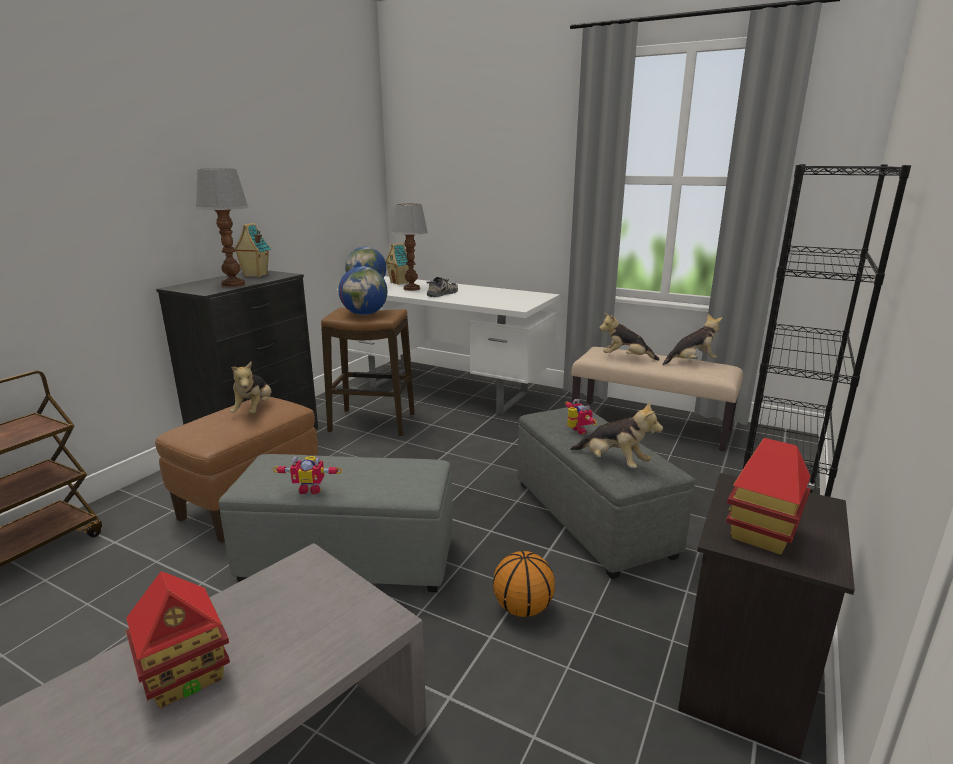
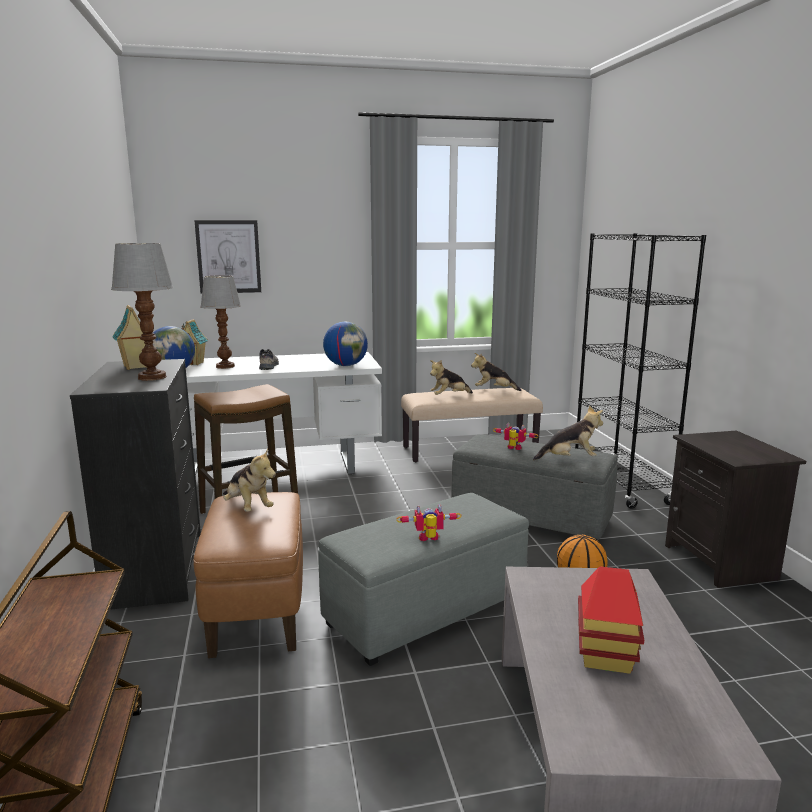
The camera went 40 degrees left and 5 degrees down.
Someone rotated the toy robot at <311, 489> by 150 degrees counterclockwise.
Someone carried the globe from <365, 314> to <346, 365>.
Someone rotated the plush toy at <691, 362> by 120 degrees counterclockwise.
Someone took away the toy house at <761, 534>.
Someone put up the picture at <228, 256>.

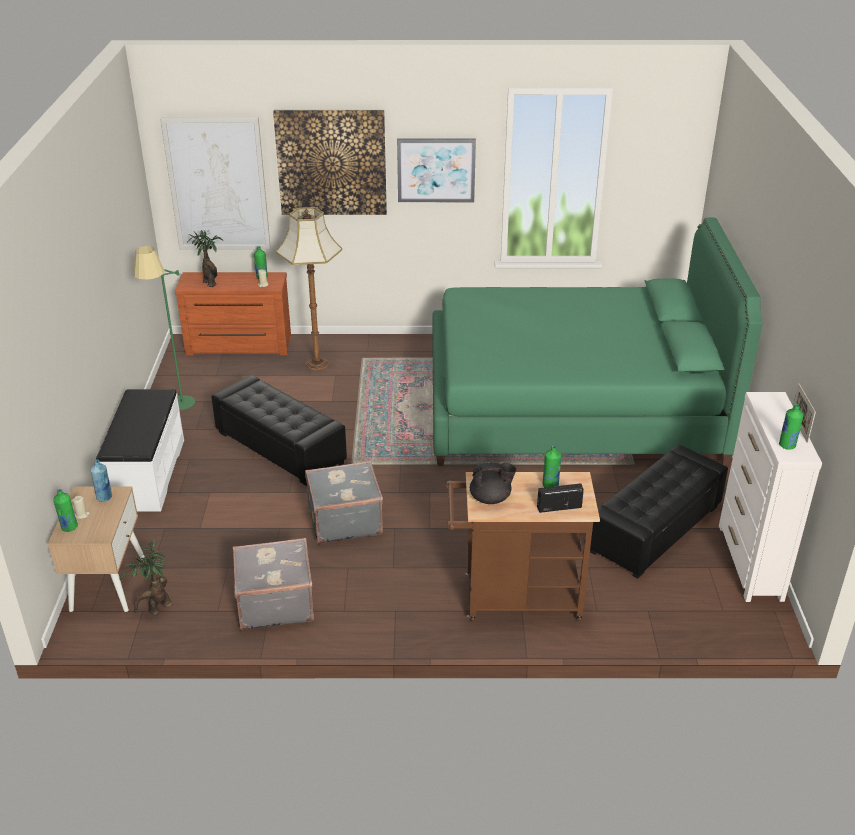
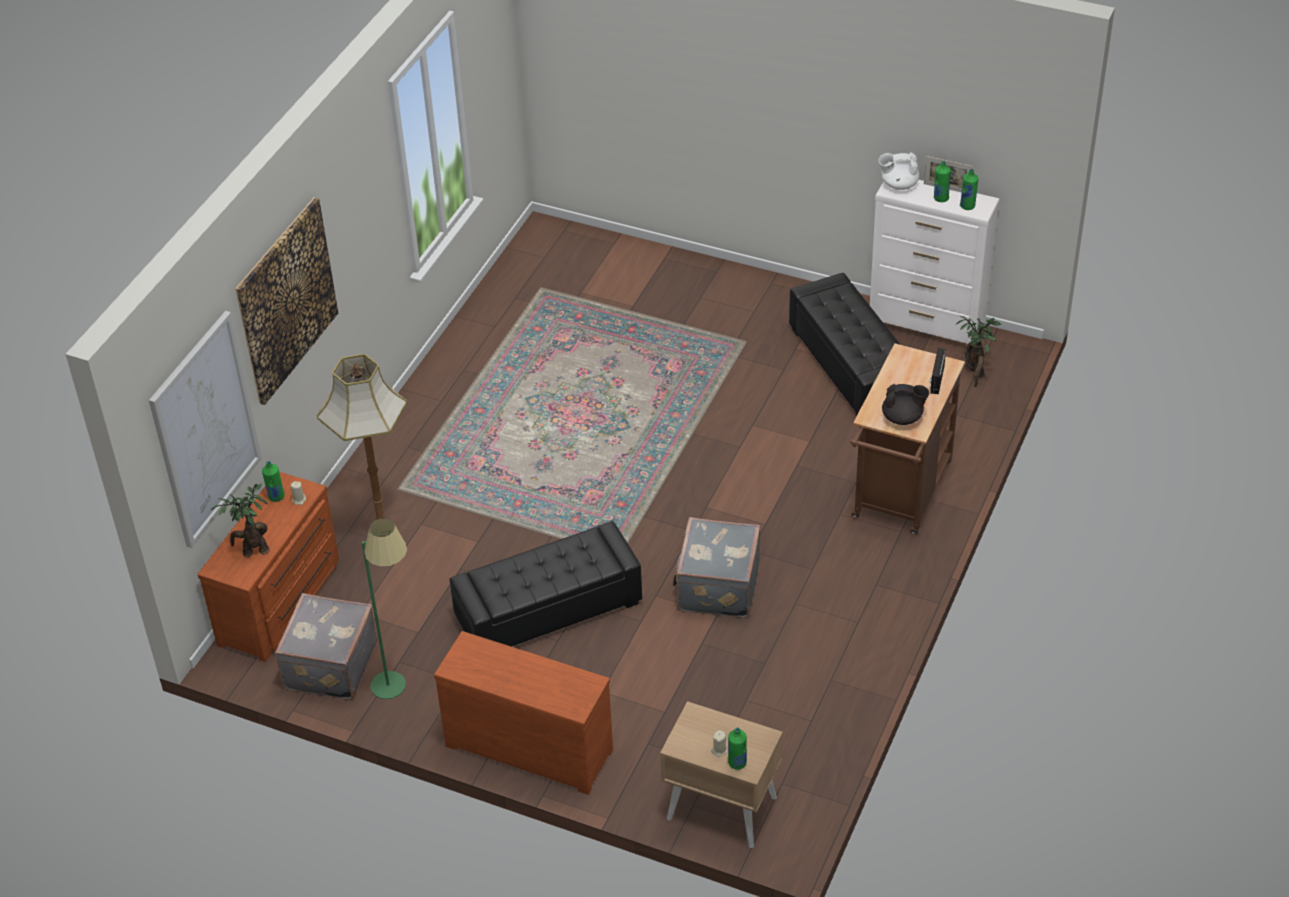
The camera went 65 degrees left and 10 degrees up.
Someone took away the blue bottle at <104, 497>.
Someone swapped the white bench at <146, 474> for the brown dresser at <530, 745>.
Someone carried the potted plant from <156, 608> to <975, 373>.
Someone carried the grey suitcase from <274, 602> to <328, 666>.
Someone took away the picture at <436, 170>.
Someone took away the green bed at <571, 407>.
Someone rotated the black teapot at <491, 498> by 75 degrees clockwise.
Someone carried the green bottle from <550, 485> to <941, 198>.
Someone put down the white teapot at <898, 184>.

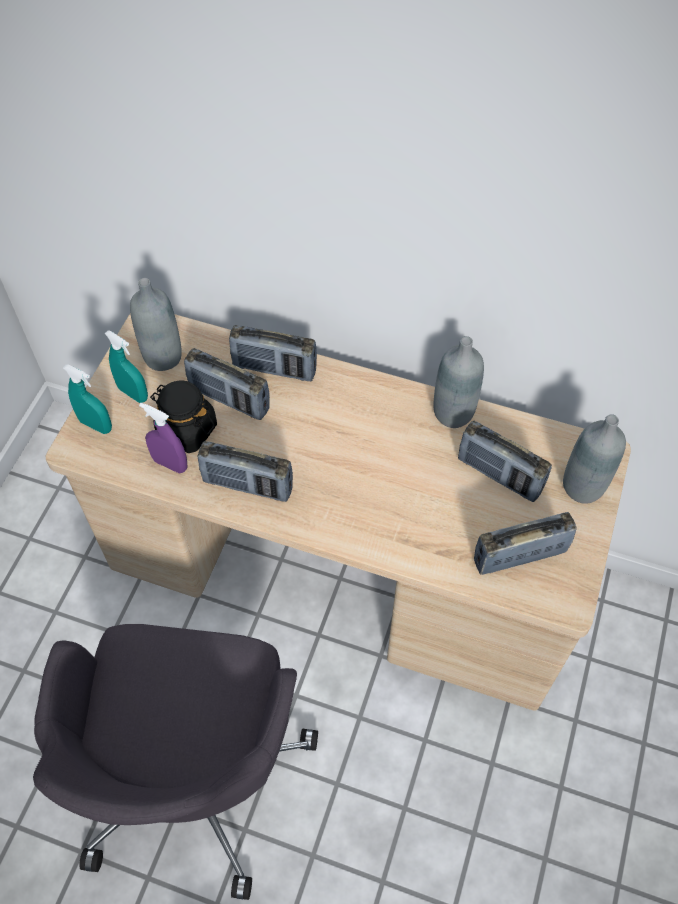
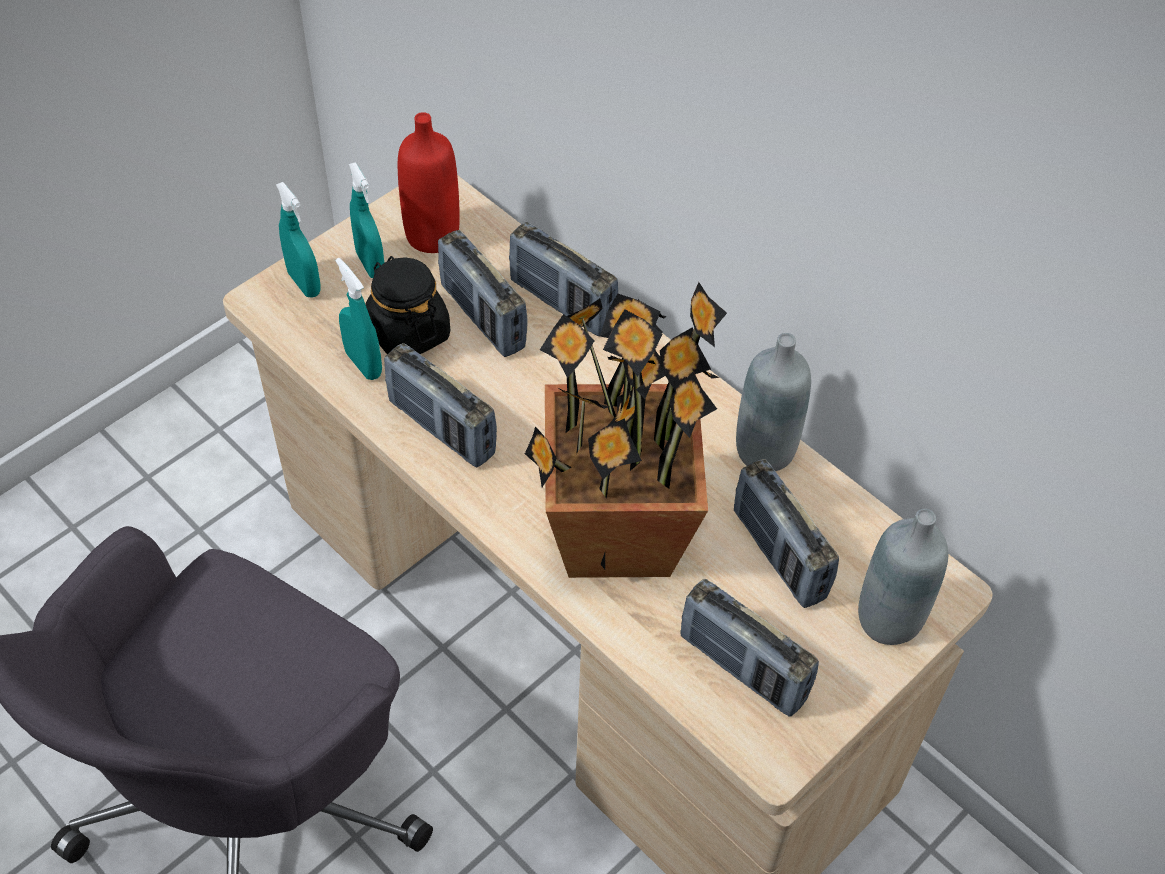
The camera went 25 degrees right and 5 degrees down.
Someone repainted the grey bottle at <163, 357>, which became the red bottle at <432, 236>.
Someone repainted the purple spray bottle at <170, 464>, which became the turquoise spray bottle at <363, 364>.
Someone rotated the radio at <519, 556> by 150 degrees counterclockwise.
Someone put down the potted plant at <616, 532>.

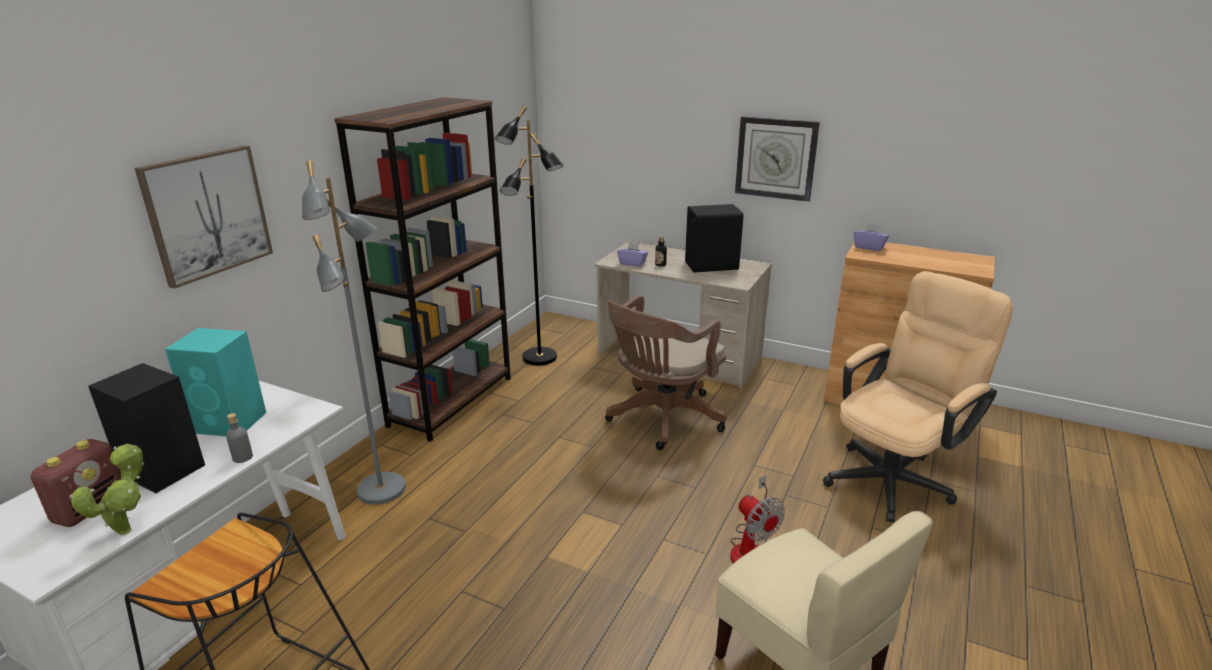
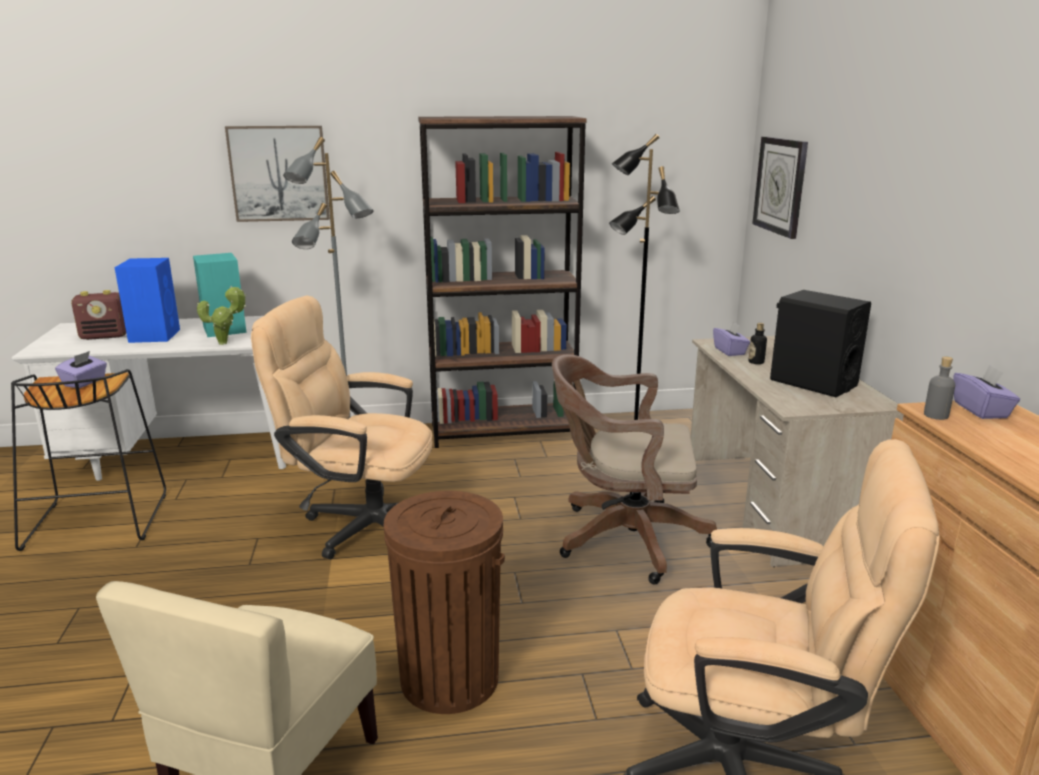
The camera went 55 degrees right and 5 degrees down.
Someone carried the potted plant from <128, 528> to <226, 343>.
Someone repainted the black speaker at <162, 470>, which became the blue speaker at <155, 335>.
Someone carried the grey bottle from <242, 457> to <936, 415>.
Someone swapped the fan at <751, 548> for the brown trash can at <450, 678>.
Someone carried the wall clock from <776, 158> to <780, 185>.
Someone put down the purple tissue box at <85, 382>.
Someone put down the beige office chair at <361, 524>.

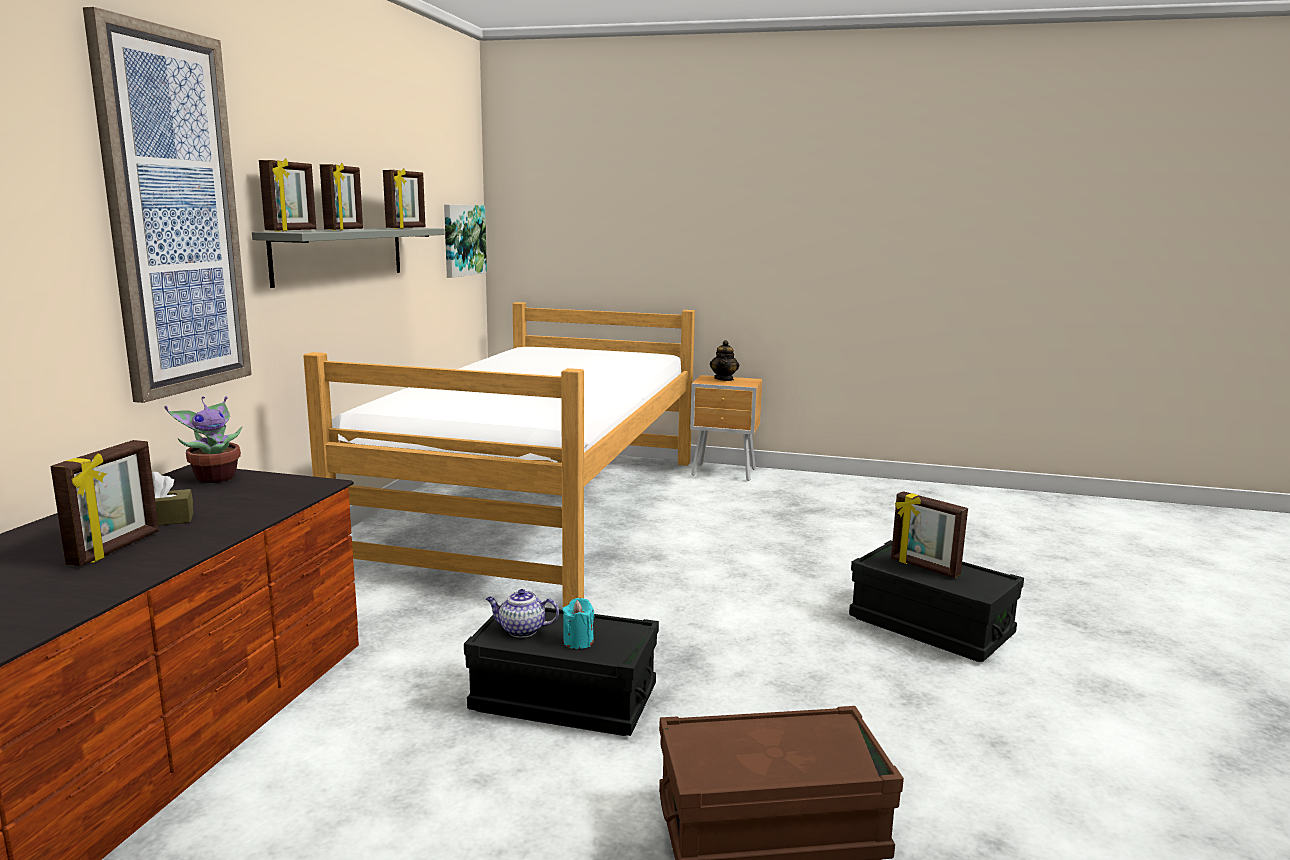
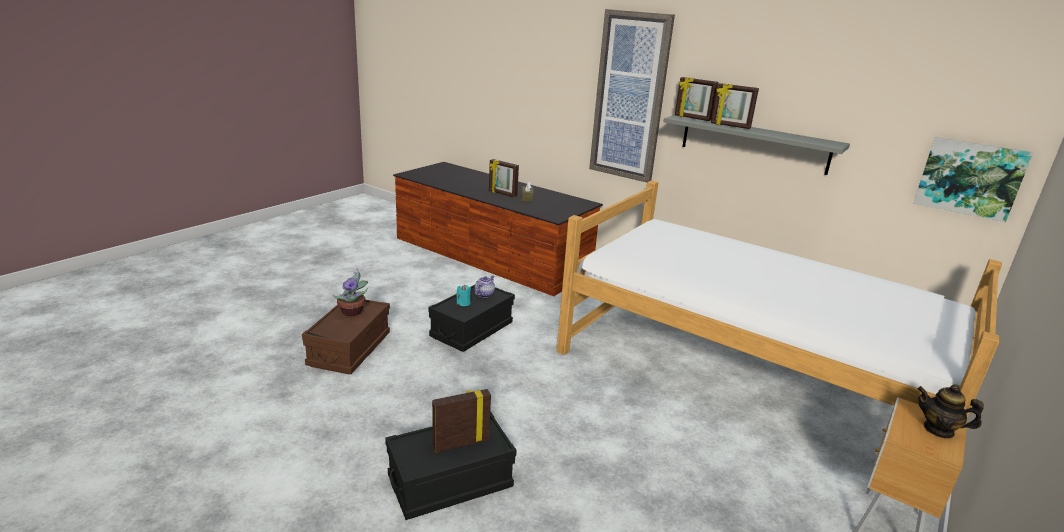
The camera went 110 degrees right and 10 degrees up.
Someone carried the potted plant from <215, 477> to <353, 312>.
Someone took away the picture frame at <407, 228>.

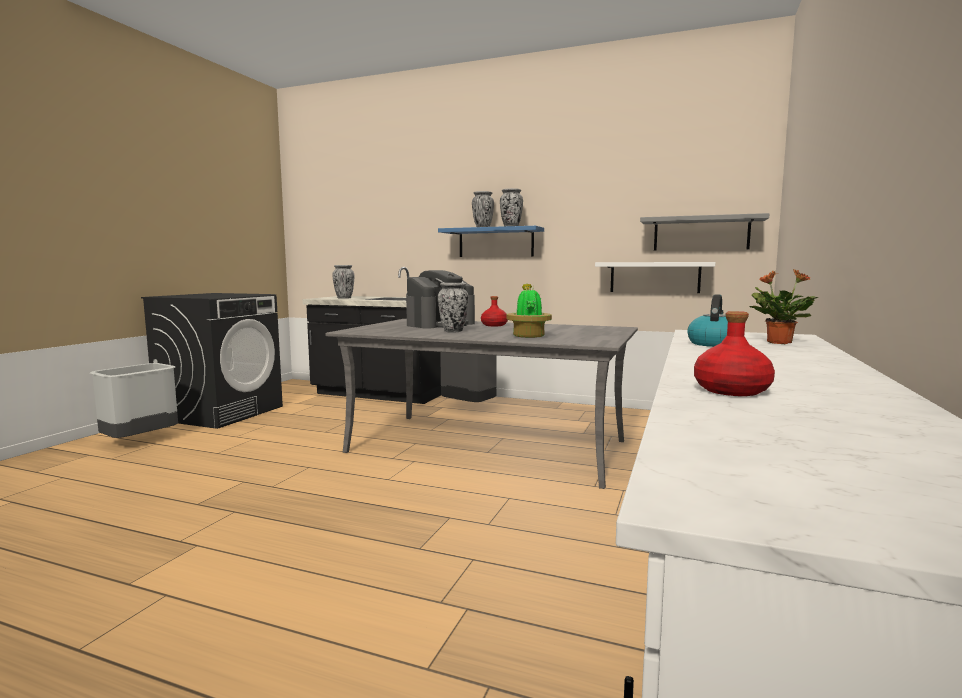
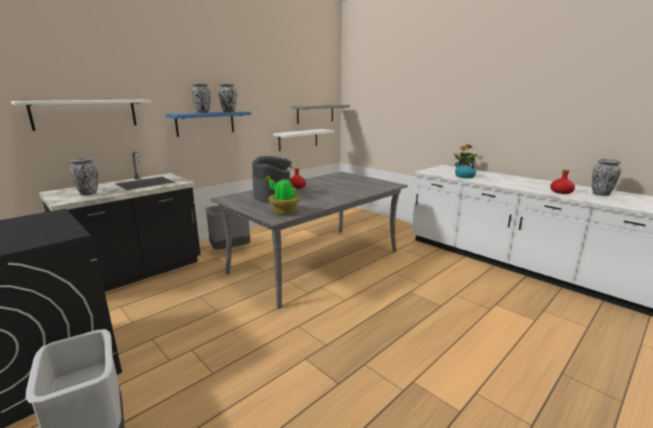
The camera went 65 degrees left and 10 degrees up.
Someone carried the vase from <453, 331> to <600, 194>.
Someone carried the potted plant from <528, 336> to <283, 212>.
Someone put up the white shelf at <85, 114>.

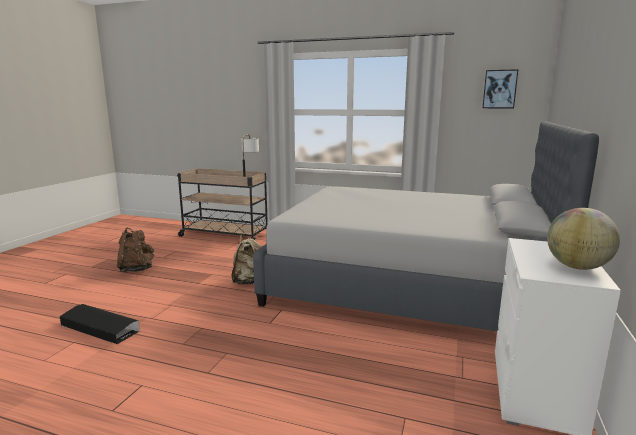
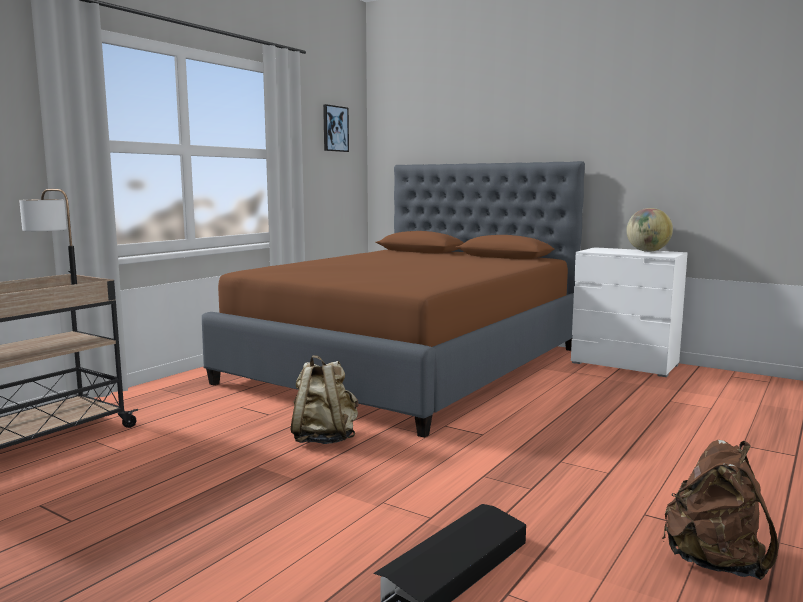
The camera went 75 degrees left and 5 degrees down.
Someone carried the brown backpack from <137, 269> to <715, 562>.
Someone repainted the grey bed at <407, 285>, which became the brown bed at <409, 365>.

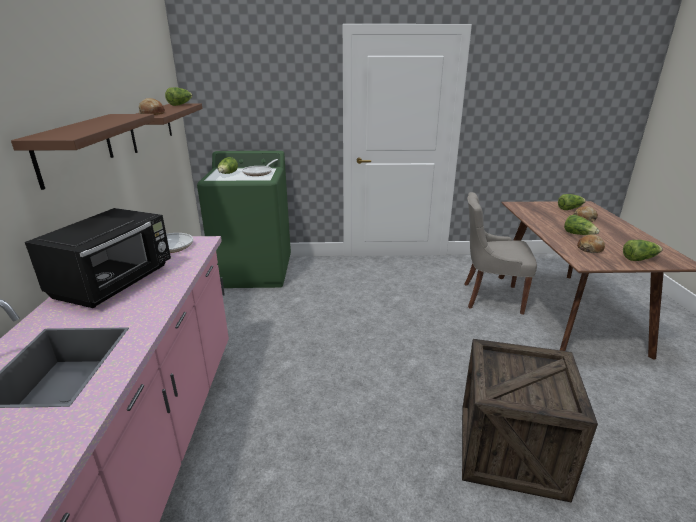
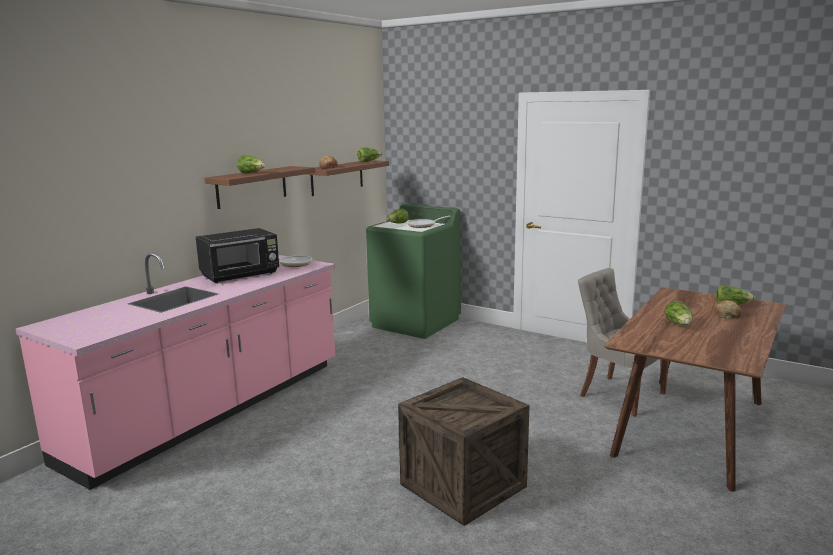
The camera went 35 degrees right and 10 degrees down.
Someone took away the bread at <590, 249>.
Someone carried the lettuce from <639, 259> to <251, 173>.

